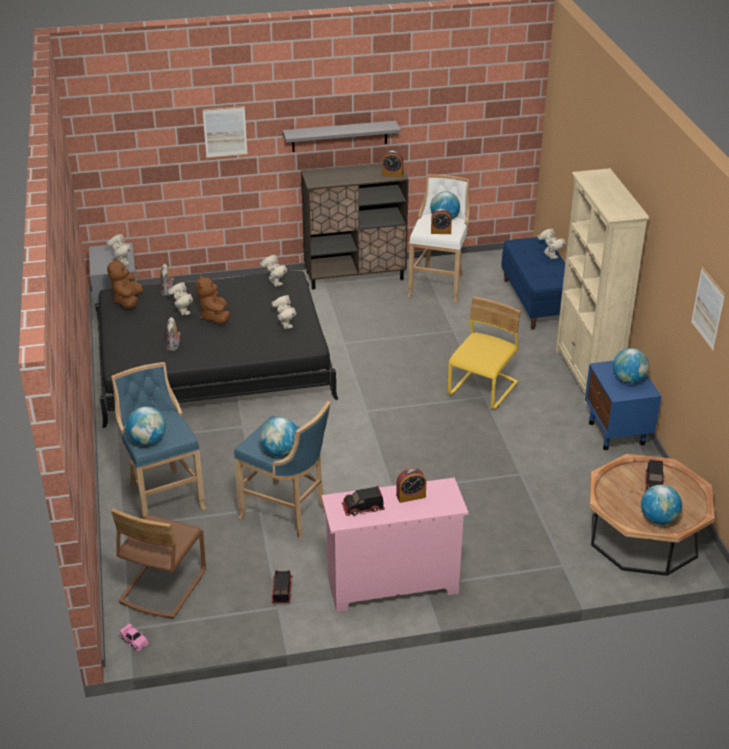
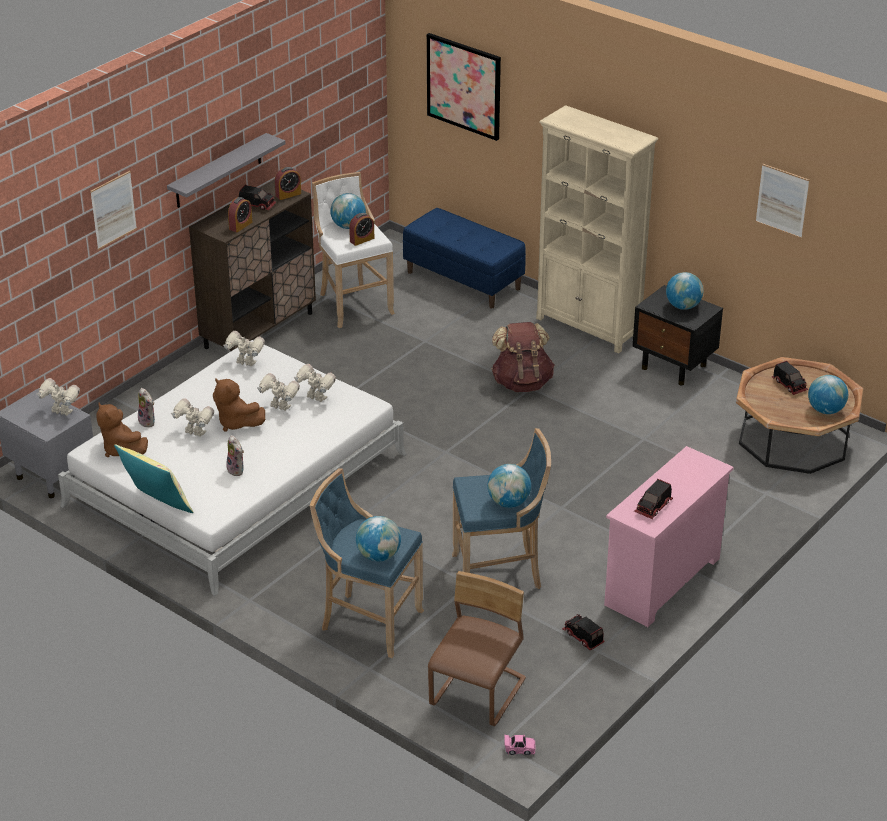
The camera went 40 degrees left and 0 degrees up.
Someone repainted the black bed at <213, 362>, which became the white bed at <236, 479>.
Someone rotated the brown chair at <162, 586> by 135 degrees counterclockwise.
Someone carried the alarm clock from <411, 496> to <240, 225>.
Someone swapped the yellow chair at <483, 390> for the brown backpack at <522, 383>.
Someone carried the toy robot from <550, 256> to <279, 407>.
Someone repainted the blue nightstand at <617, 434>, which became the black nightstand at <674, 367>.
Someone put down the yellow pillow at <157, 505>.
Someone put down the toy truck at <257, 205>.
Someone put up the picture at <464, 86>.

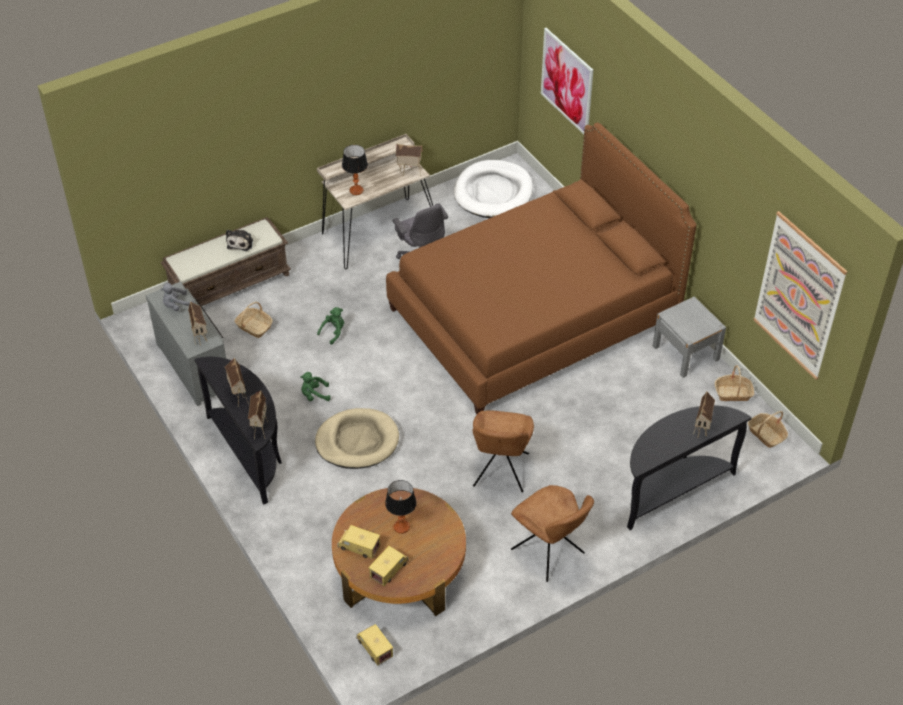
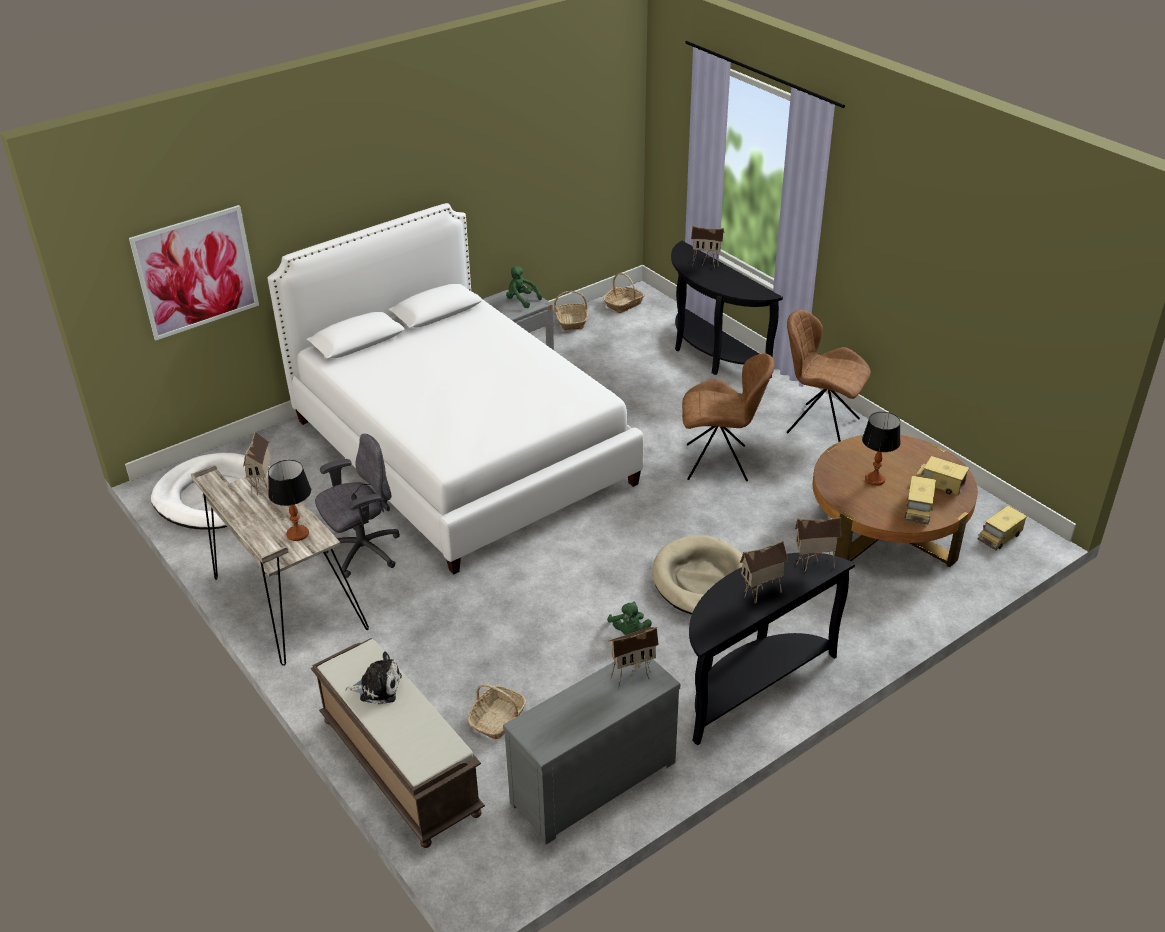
The camera went 95 degrees left and 10 degrees down.
Someone took away the grey plush toy at <176, 306>.
Someone carried the green plush toy from <333, 332> to <521, 300>.
Someone repainted the brown bed at <534, 315>, which became the white bed at <462, 450>.
Someone rotated the brown chair at <549, 553> by 105 degrees counterclockwise.
Someone took away the picture at <798, 296>.

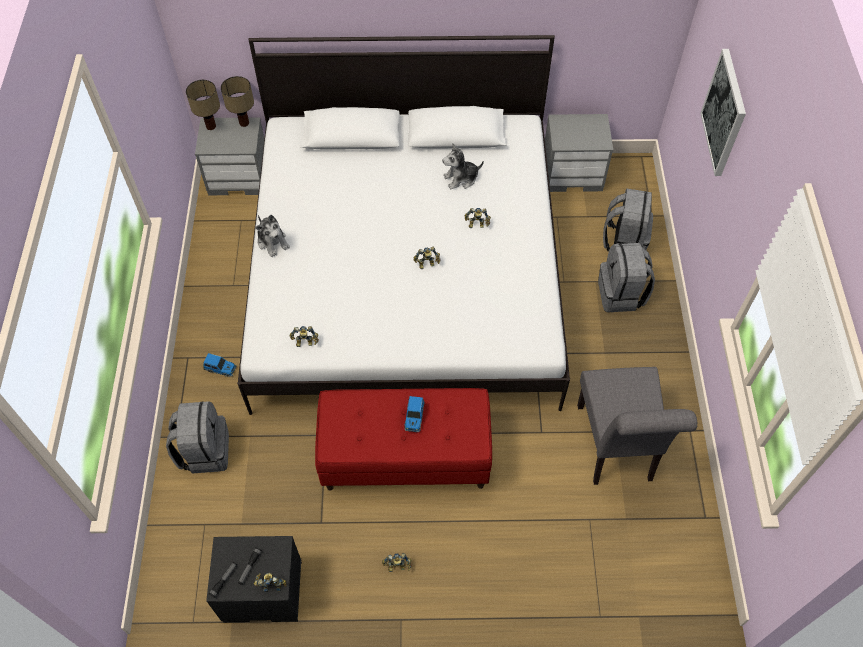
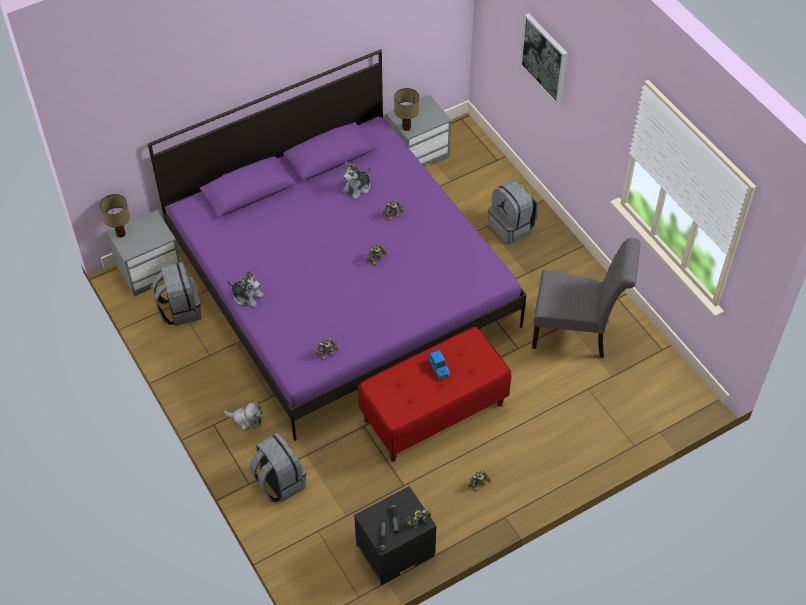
The camera went 30 degrees left and 5 degrees down.
Someone swapped the toy car at <220, 368> for the plush toy at <246, 419>.
Someone carried the table lamp from <244, 123> to <406, 128>.
Someone repainted the white bed at <406, 274>, which became the purple bed at <342, 284>.
Someone rotated the grey chair at <616, 448> by 45 degrees counterclockwise.
Someone carried the grey backpack from <624, 240> to <180, 309>.

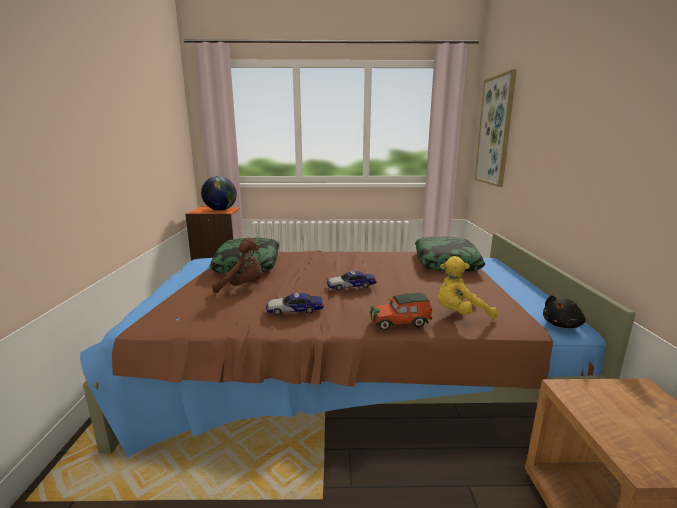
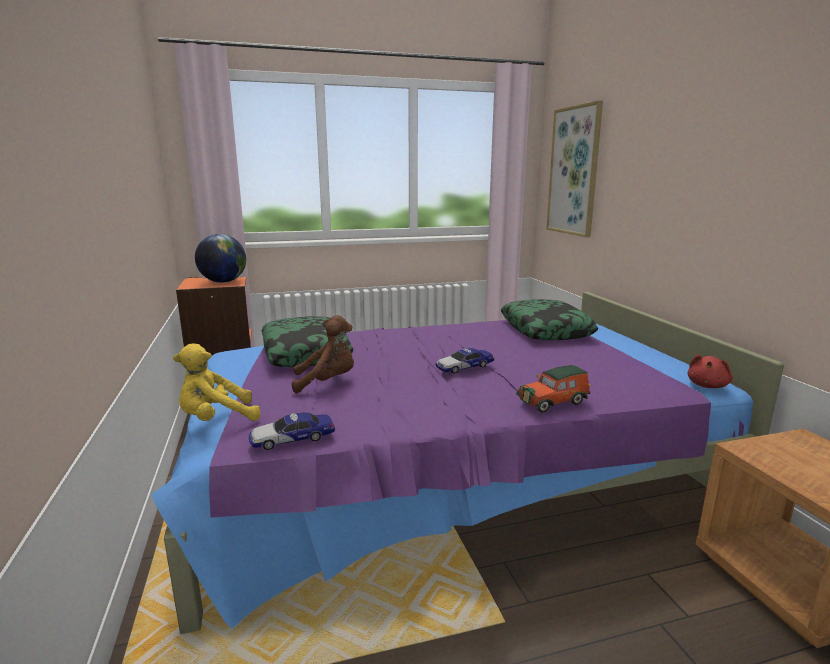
The camera went 15 degrees left and 0 degrees up.
Someone repainted the brown bed at <343, 367>, which became the purple bed at <446, 472>.
Someone carried the toy car from <295, 310> to <292, 438>.
Someone carried the yellow plush toy from <460, 314> to <217, 419>.
Someone repainted the black plush toy at <562, 325>, which became the red plush toy at <707, 385>.

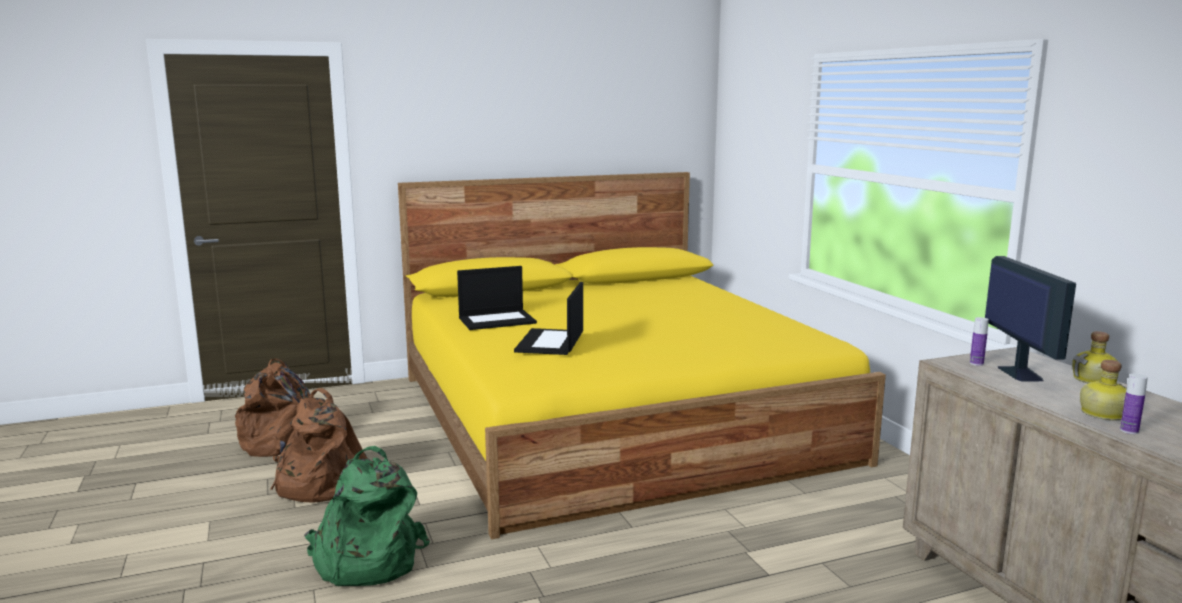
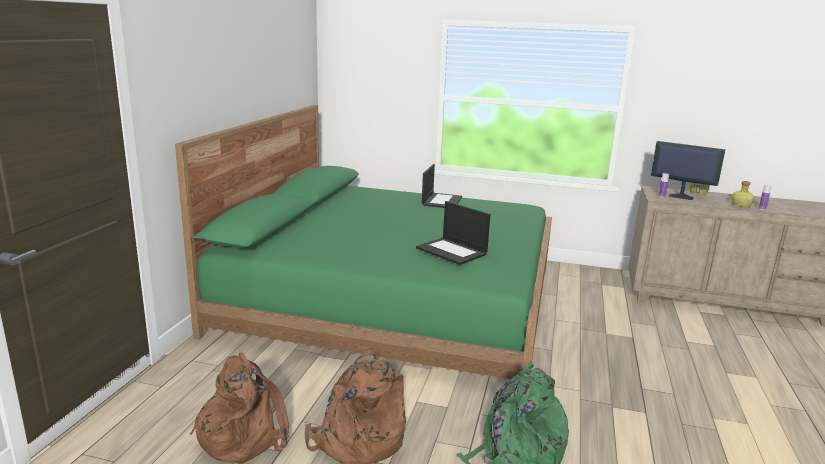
The camera went 55 degrees left and 5 degrees up.
Someone repainted the yellow bed at <612, 416>, which became the green bed at <394, 299>.
Someone carried the laptop from <497, 320> to <441, 201>.

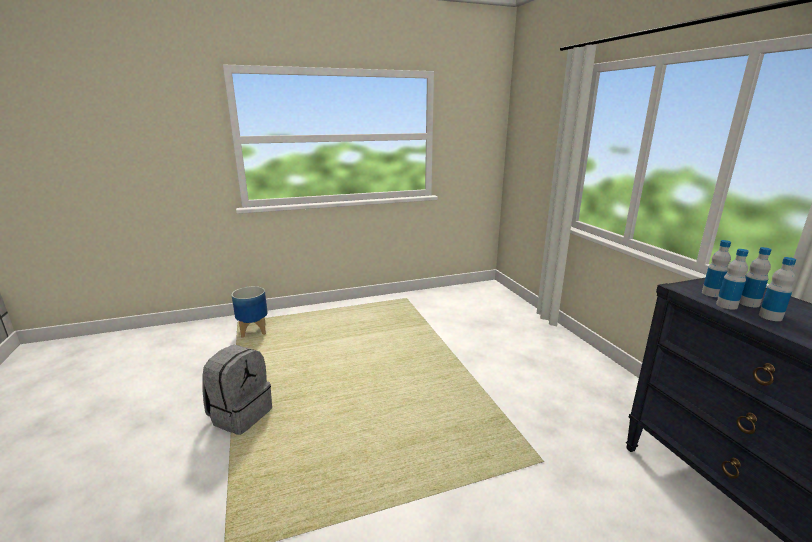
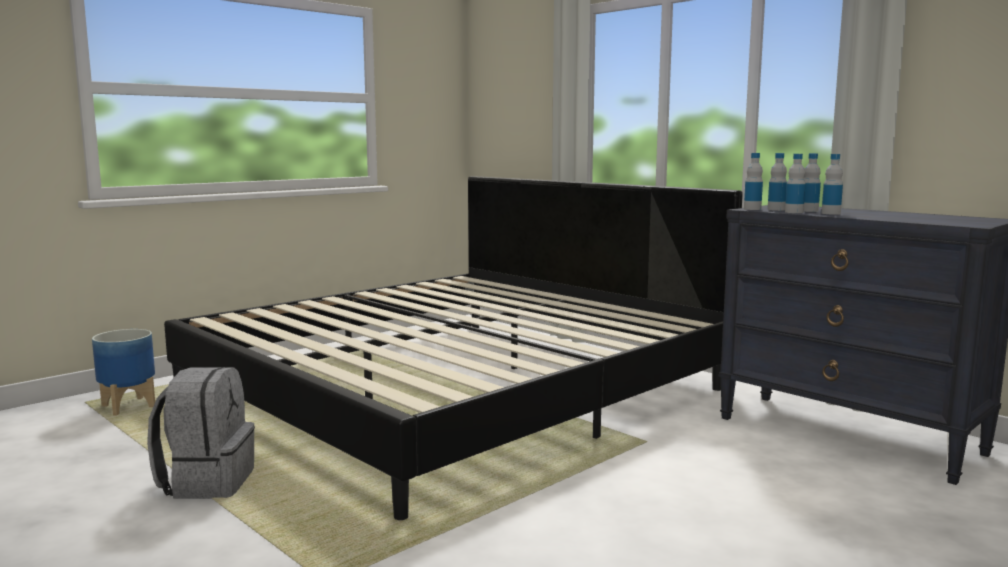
The camera went 25 degrees left and 10 degrees down.
Someone put down the bed at <452, 390>.
Someone put down the bottle at <752, 209>.

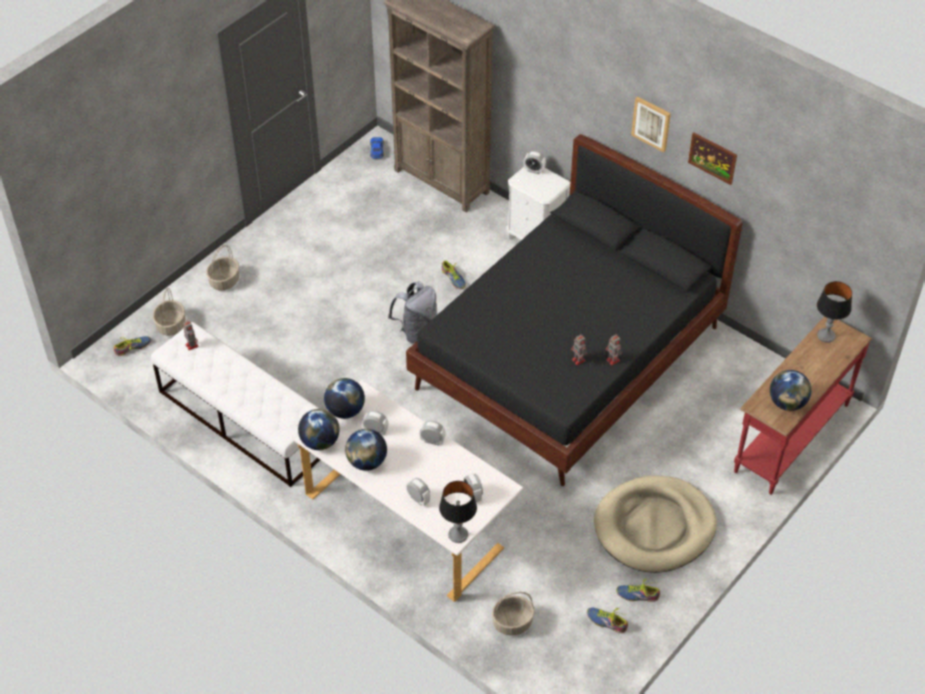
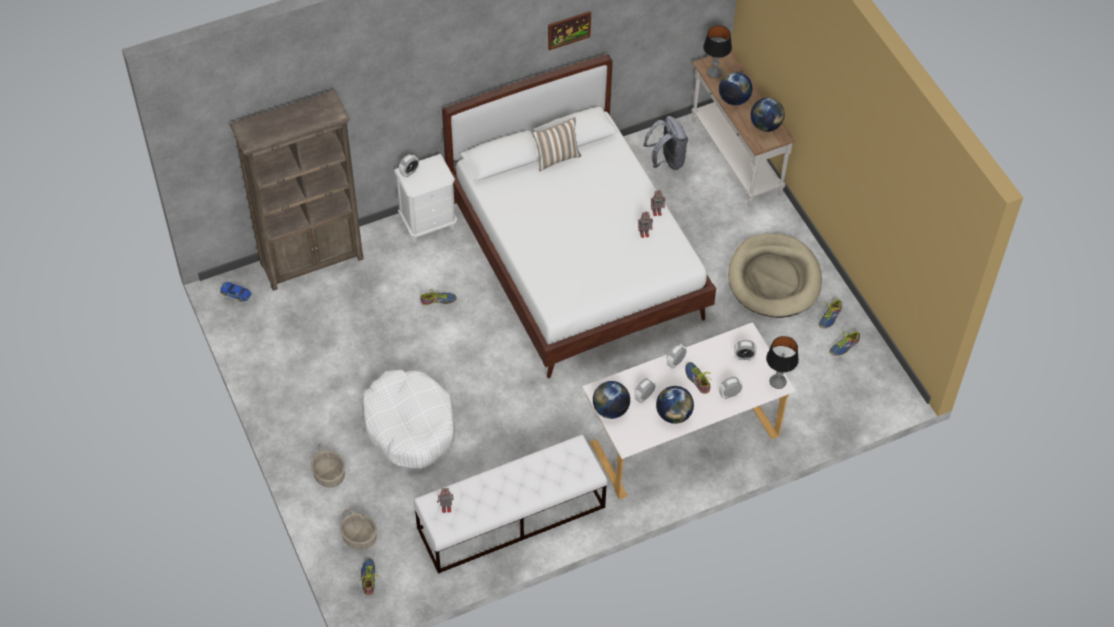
The camera went 65 degrees left and 5 degrees up.
Someone carried the globe from <320, 442> to <734, 99>.
Someone carried the grey backpack from <416, 330> to <666, 161>.
Someone repainted the black bed at <568, 358>, which became the white bed at <576, 259>.
Someone took away the basket at <512, 623>.
Someone took away the picture at <651, 123>.
Someone repainted the red console table at <790, 437>, which became the white console table at <734, 158>.
Someone put down the white dog bed at <409, 426>.
Someone put down the pillow at <556, 158>.
Someone put down the shoe at <697, 380>.

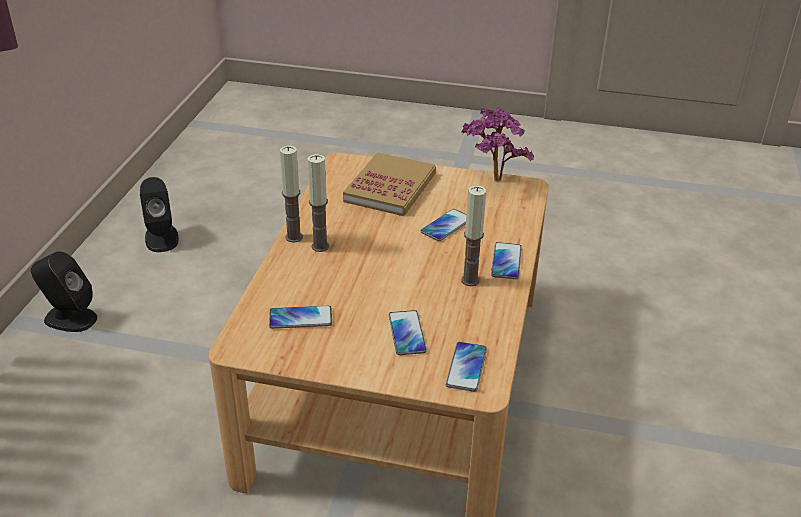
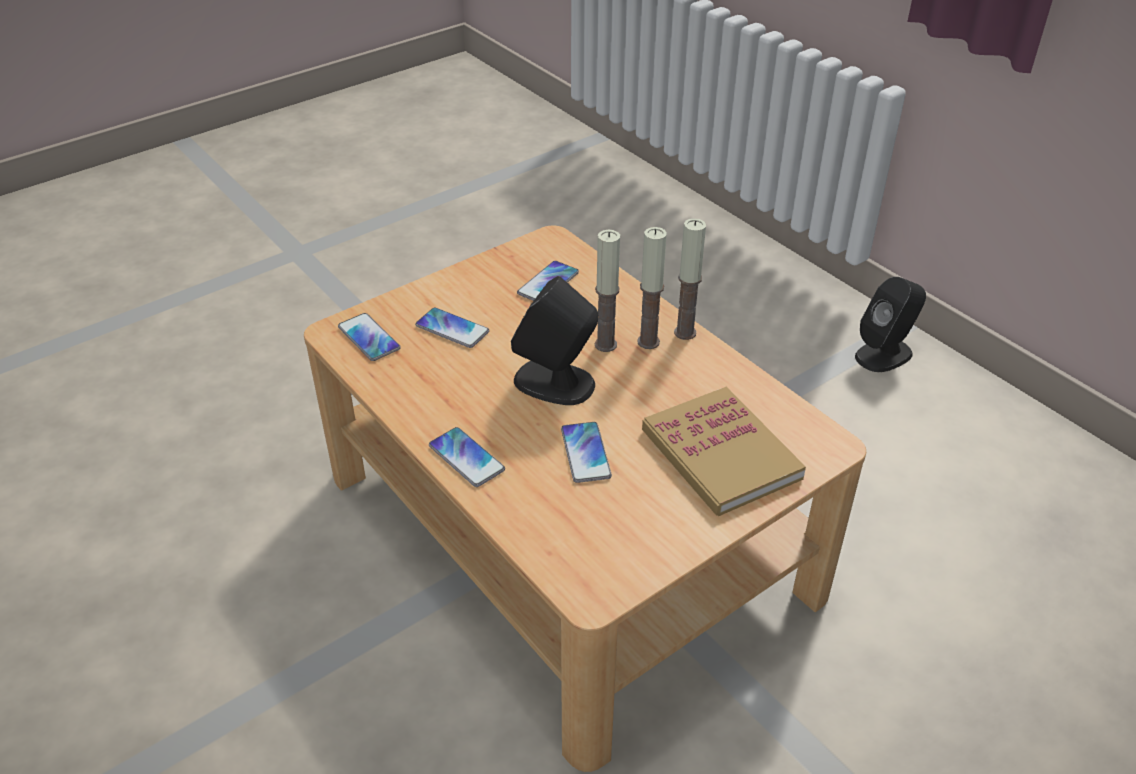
The camera went 130 degrees right and 5 degrees up.
Someone carried the black speaker from <161, 238> to <555, 383>.
Someone took away the potted plant at <492, 182>.
Someone carried the candle from <470, 280> to <605, 344>.

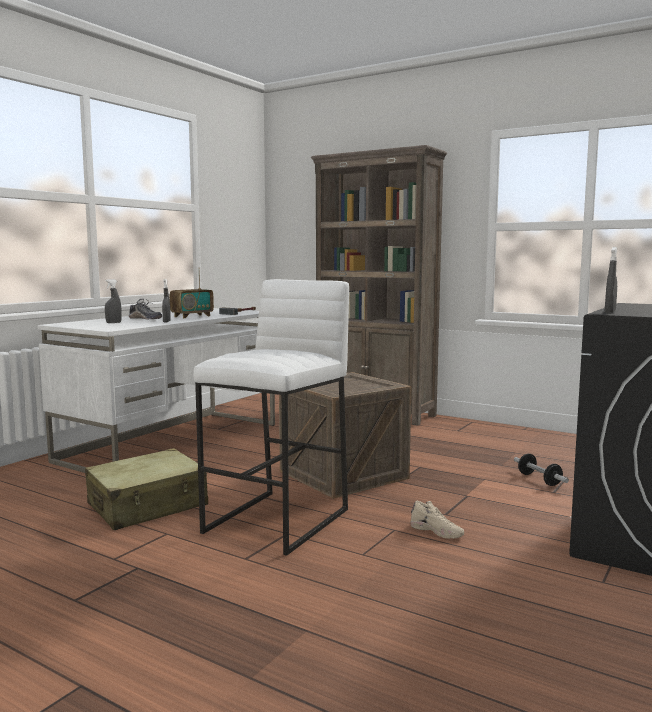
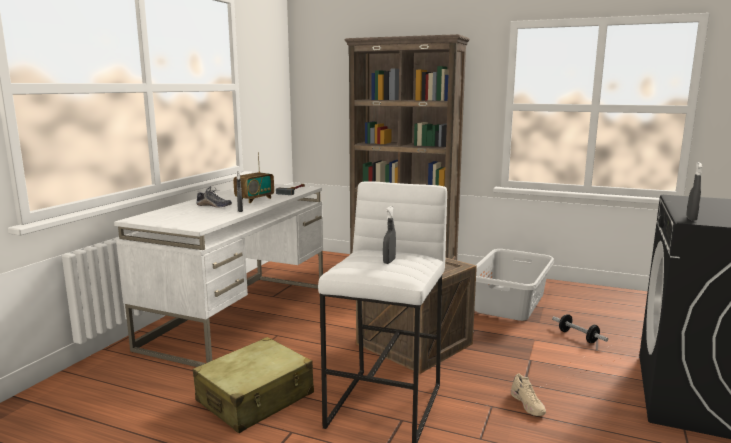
The camera went 10 degrees left and 5 degrees up.
Someone carried the grey spray bottle from <113, 323> to <389, 261>.
Someone rotated the beige shoe at <437, 531> by 45 degrees clockwise.
Someone put down the grey laundry basket at <510, 302>.

